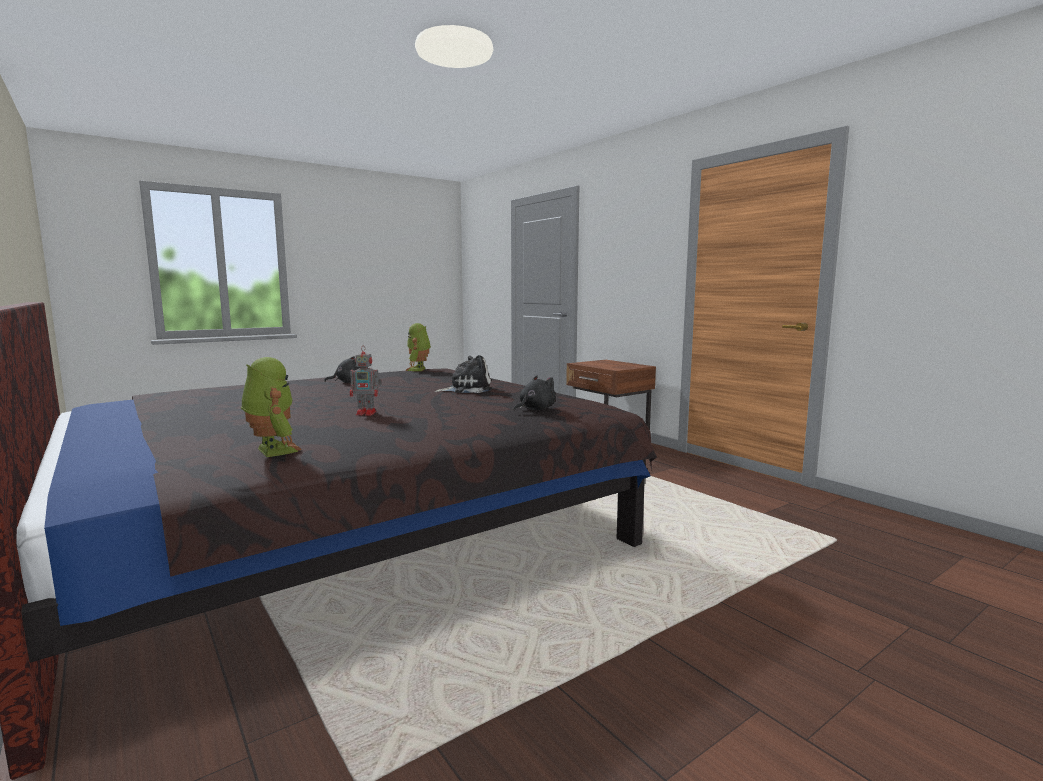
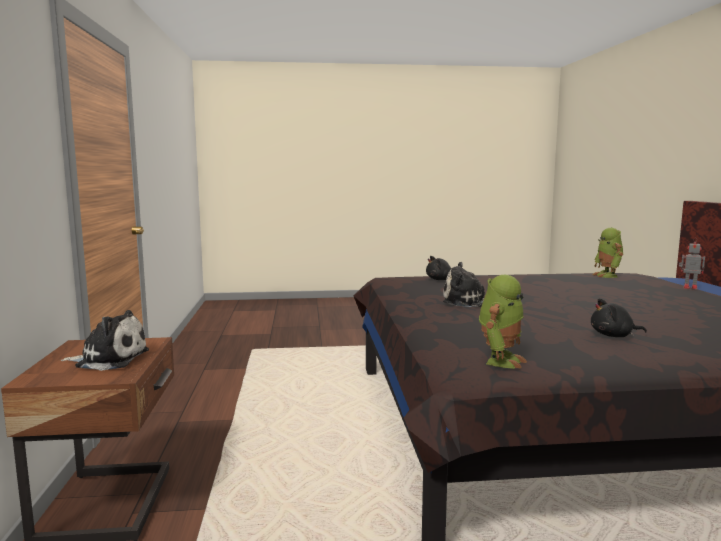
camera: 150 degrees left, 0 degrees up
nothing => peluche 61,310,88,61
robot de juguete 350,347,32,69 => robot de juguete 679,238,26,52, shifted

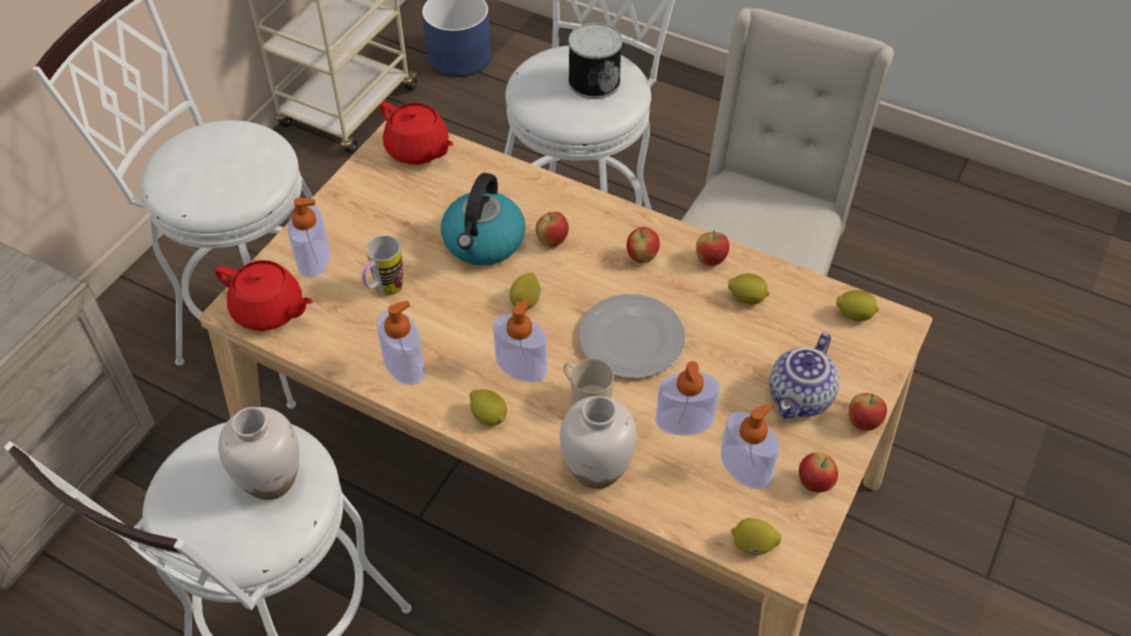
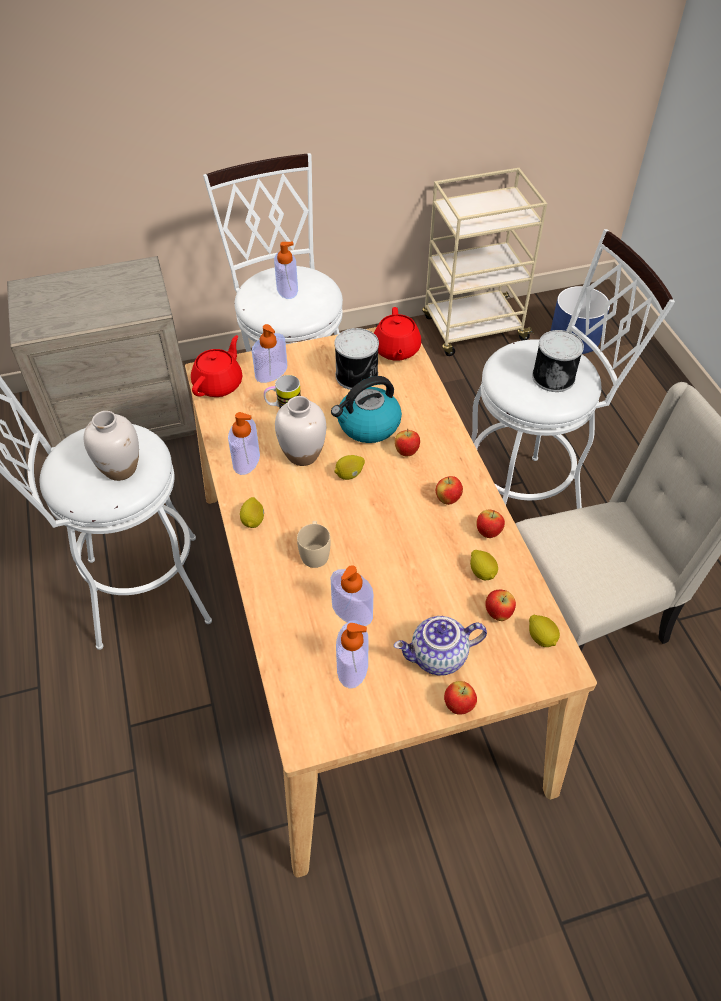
camera: 45 degrees right, 0 degrees up
tetera (rojo) 215,260,98,71 => tetera (rojo) 191,335,51,62, 135 degrees counterclockwise
dispensador de jabón 493,299,54,84 => dispensador de jabón 274,242,24,57, shifted
florero (blanco) 560,396,77,93 => florero (blanco) 275,396,51,70, shifted
nothing => lata 335,328,44,62
manzana 799,452,39,40 => manzana 485,590,31,31, shifted
plato 578,294,107,84 => nothing
limón 731,518,50,37 => nothing

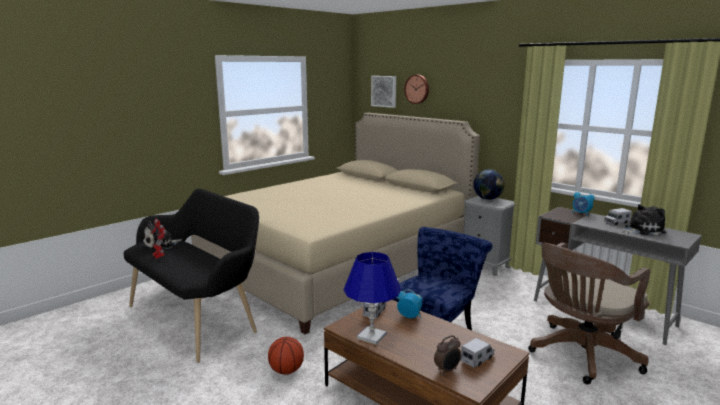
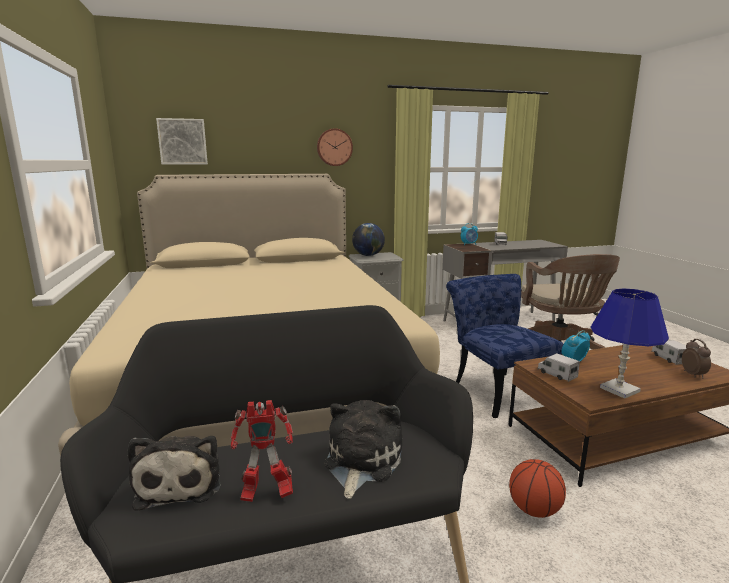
camera: 60 degrees left, 0 degrees up
reloj de pared 404,75,25,29 => reloj de pared 317,128,36,38, shifted
peluche 623,204,43,32 => peluche 324,400,78,99, shifted

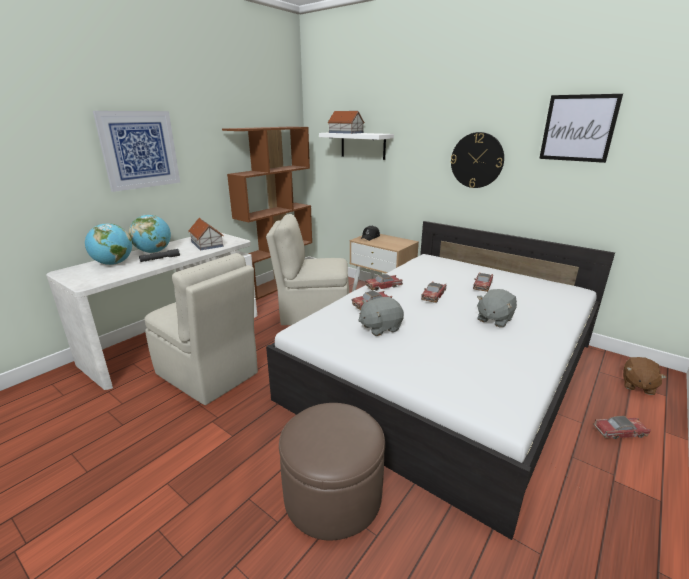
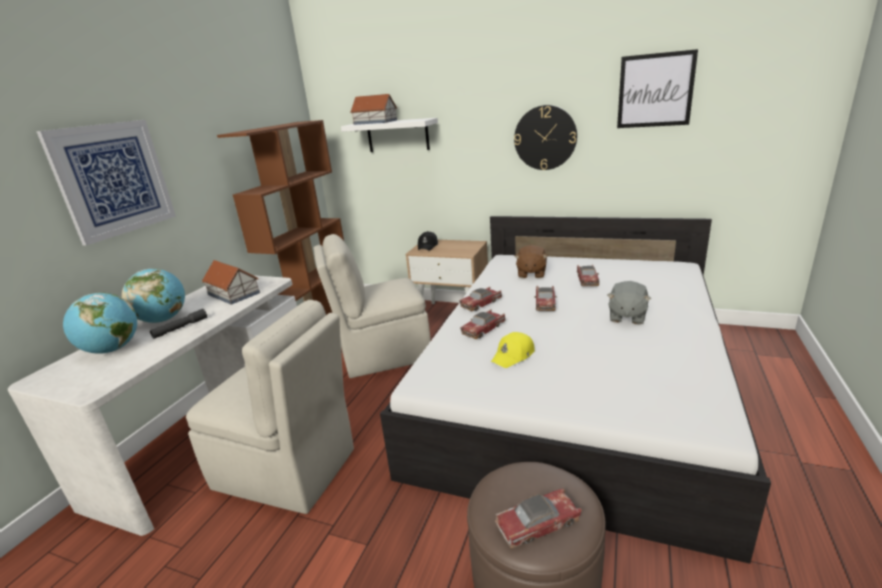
camera: 15 degrees left, 0 degrees up
peluche (gris) 358,297,46,39 => gorra (amarillo) 491,332,44,36
coche de juguete 593,416,58,23 => coche de juguete 495,489,87,59, shifted
peluche (marrón) 623,357,44,38 => peluche (marrón) 514,245,34,33, shifted

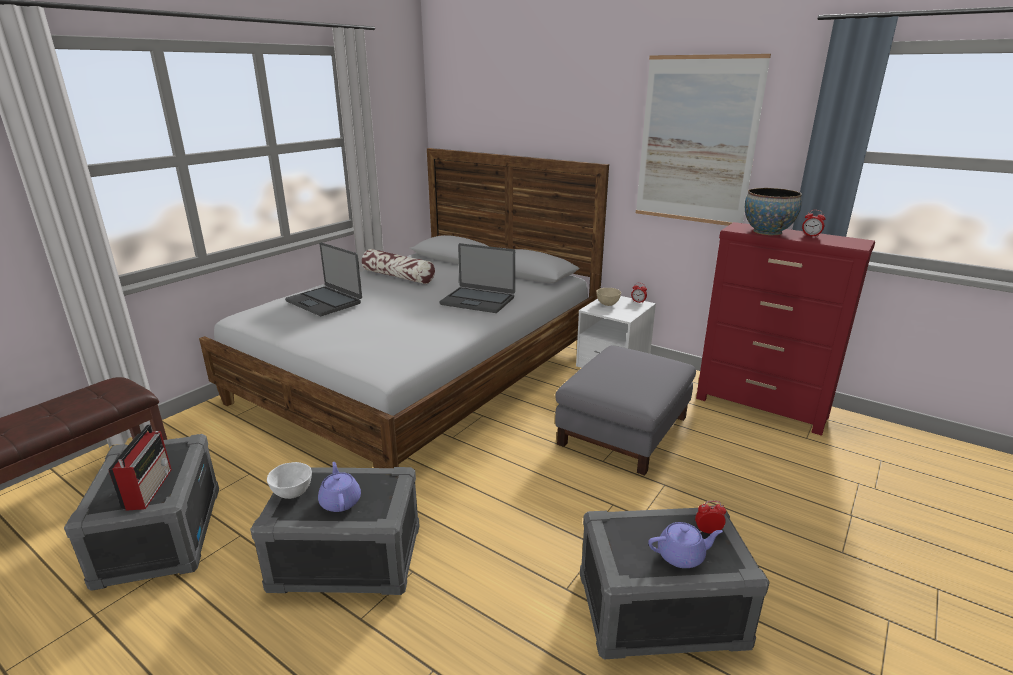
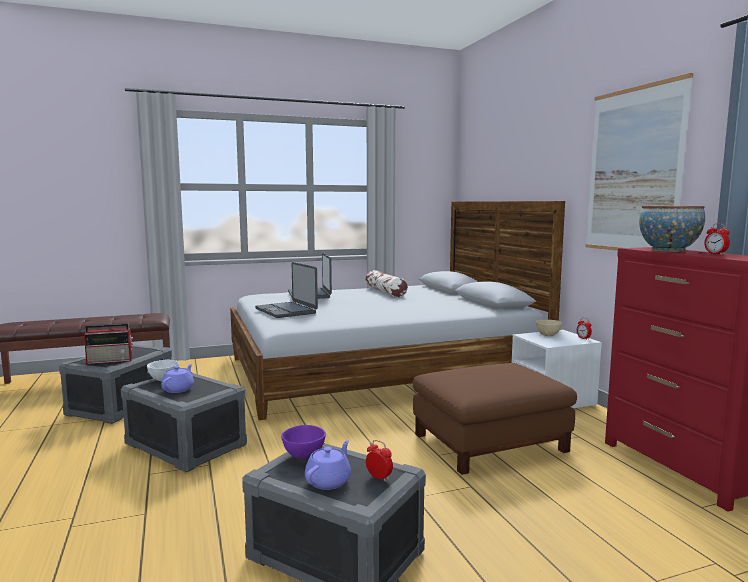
camera: 35 degrees right, 15 degrees down
radio 108,424,64,87 => radio 84,323,49,42, 45 degrees clockwise
portátil 439,243,76,70 => portátil 255,262,63,56, shifted
nothing => cuenco (morado) 281,425,45,34
tetera (morado) 648,522,75,46 => tetera (morado) 305,440,46,50, 90 degrees counterclockwise
puf (gris) 555,345,141,131 => puf (marrón) 413,363,164,112

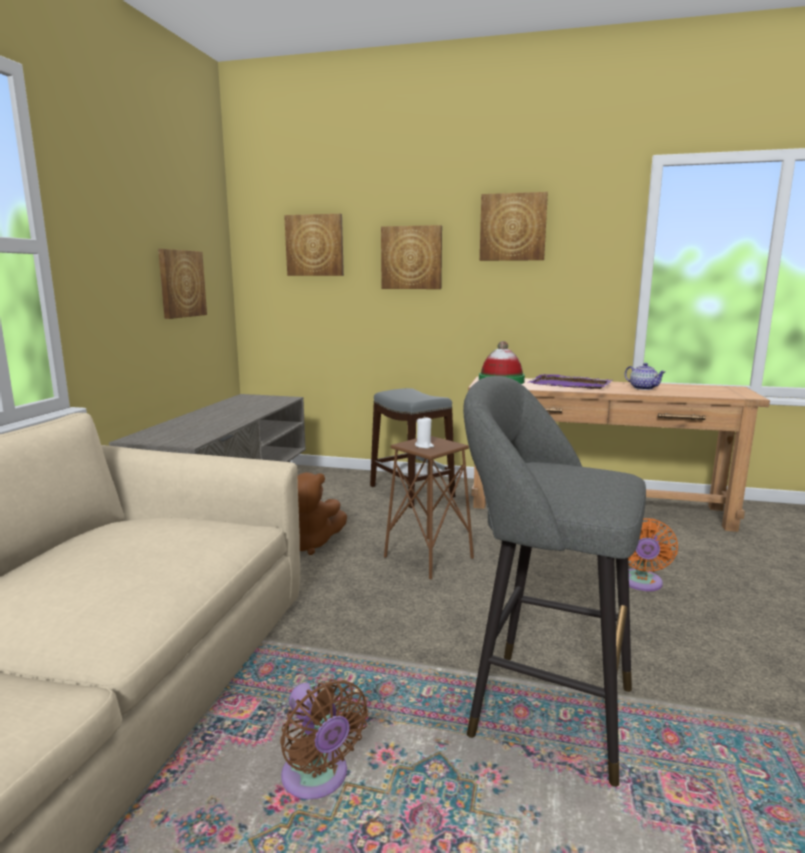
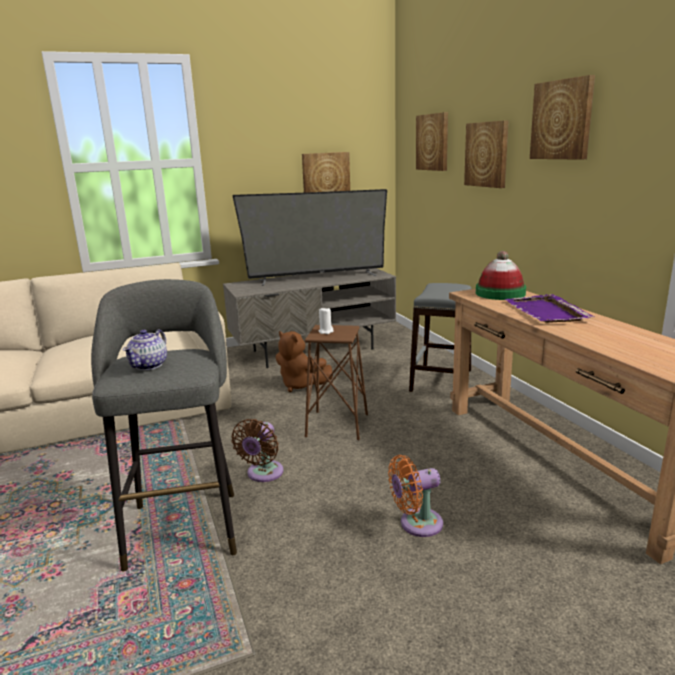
camera: 55 degrees right, 5 degrees up
tetera 624,363,42,27 => tetera 123,329,44,41, shifted
ventilador (marrón) 280,679,88,120 => ventilador (marrón) 231,419,52,63, shifted
nothing => televisor 233,189,154,97

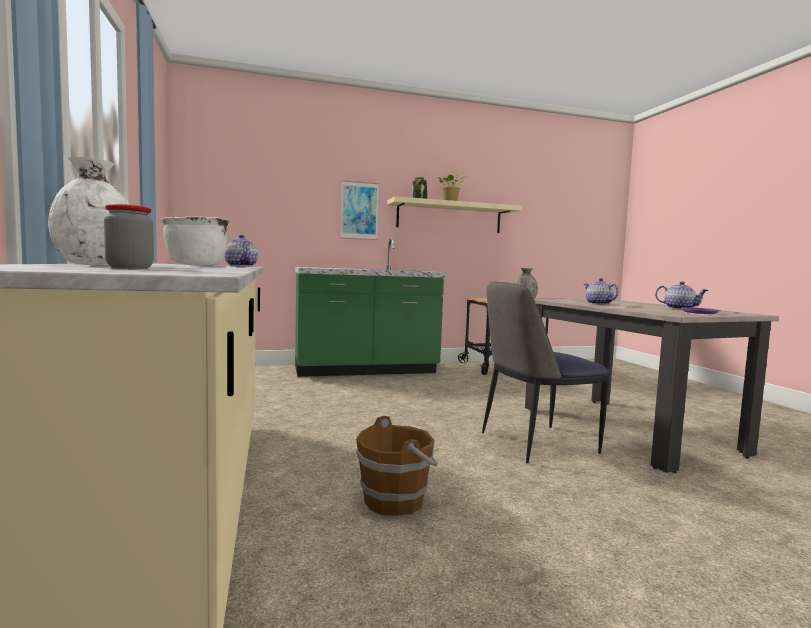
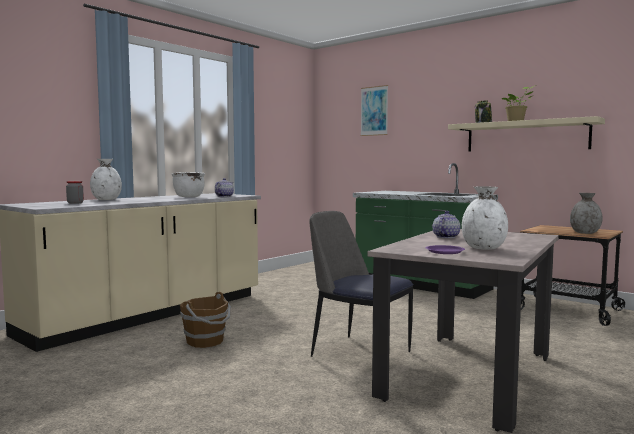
camera: 55 degrees right, 0 degrees up
cuadro 340,180,39,60 => cuadro 360,85,28,51, shifted
tetera 655,281,54,29 => florero (blanco) 462,187,46,63

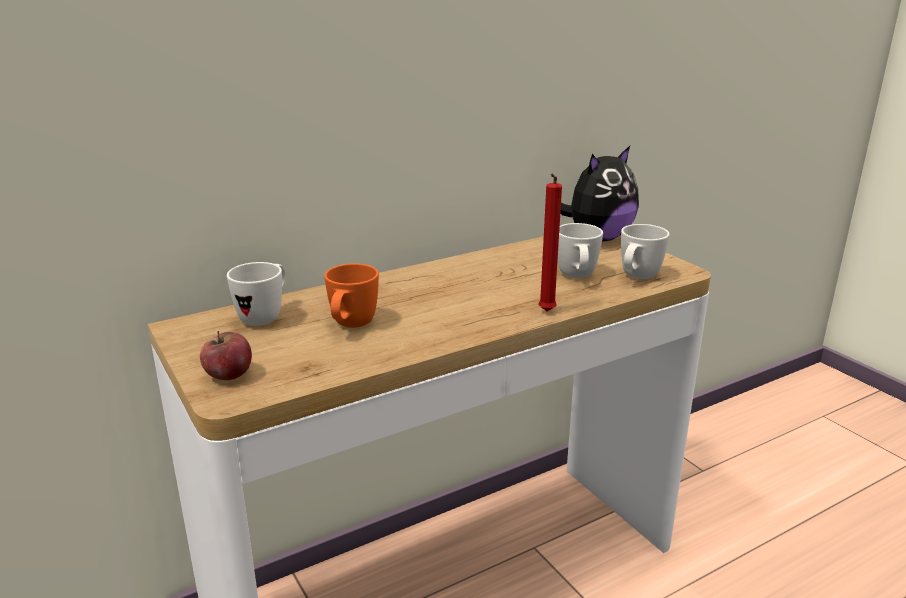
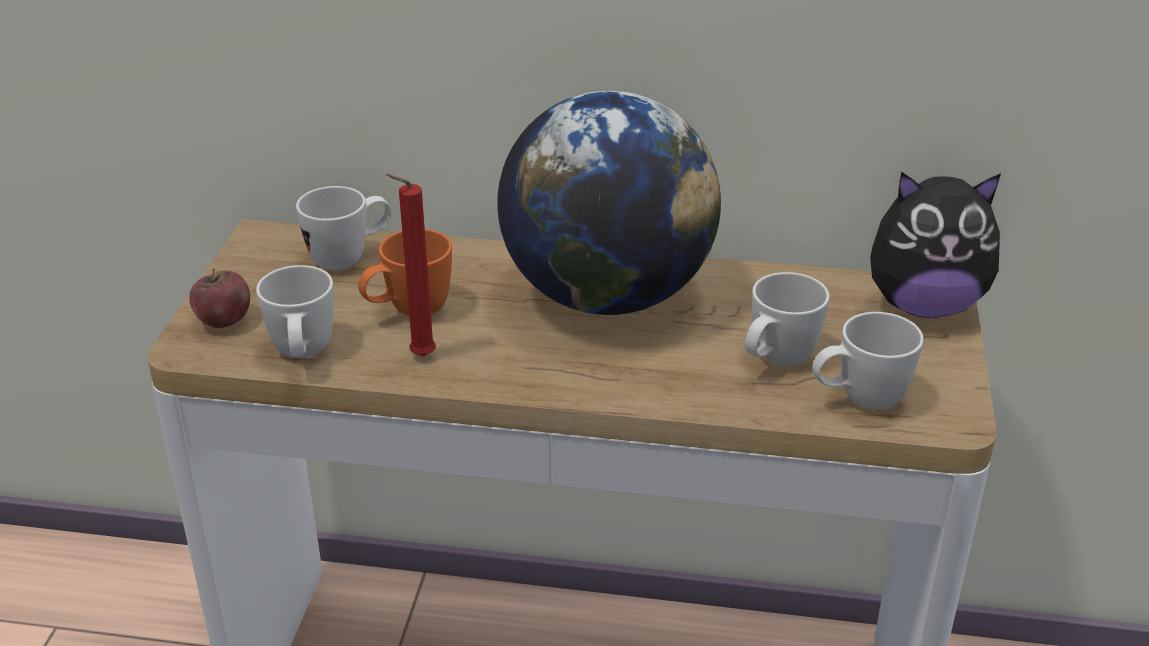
camera: 40 degrees right, 10 degrees up
nothing => taza grande (blanco) 256,265,78,93
vela (rojo) 538,173,24,138 => vela (rojo) 386,174,50,182, shifted
nothing => globo terráqueo 497,91,224,224

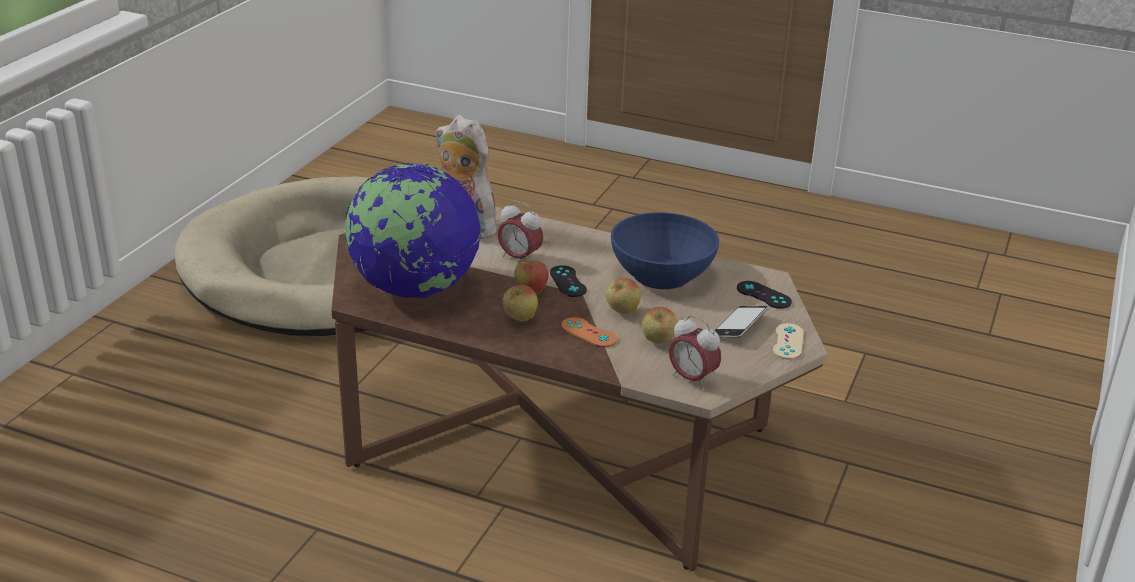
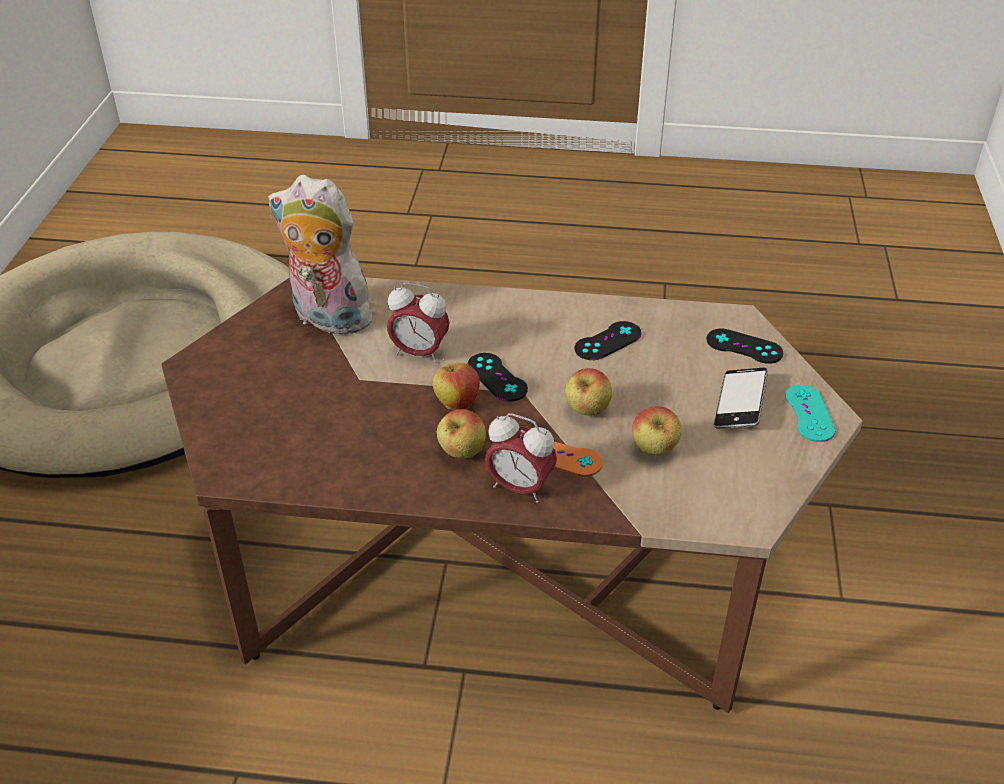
camera: 15 degrees left, 10 degrees up
despertador 669,315,52,75 => despertador 485,413,72,90, shifted
cuenco (azul) 611,212,108,78 => mando de consola (negro) 575,321,67,39
mando de consola (beis) 773,323,31,37 => mando de consola (turquesa) 785,385,50,57
globo terráqueo 344,163,137,135 => nothing

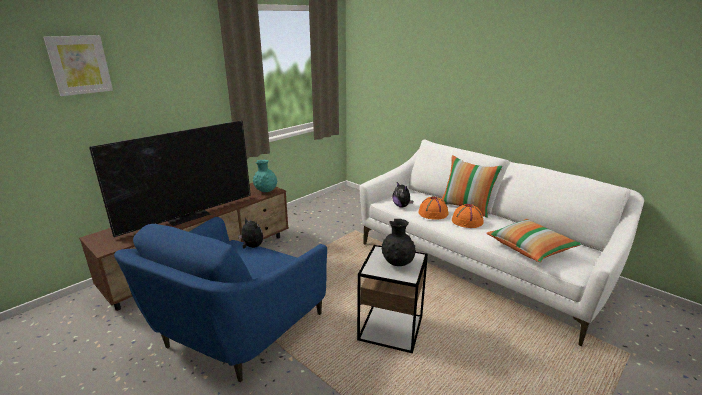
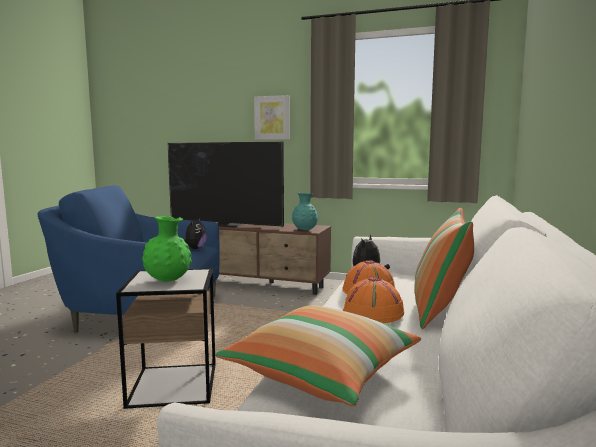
camera: 65 degrees right, 15 degrees down
florero (negro) 382,219,34,47 => florero (verde) 142,216,50,66
cuadro 43,35,70,61 => cuadro 254,95,36,45, shifted

